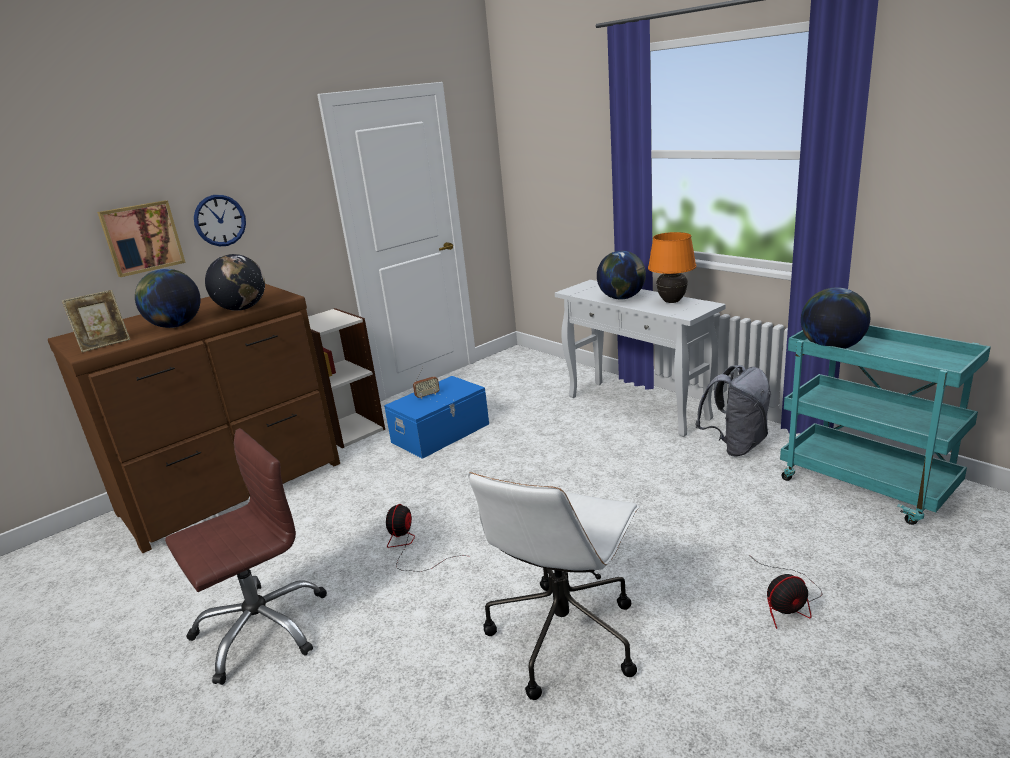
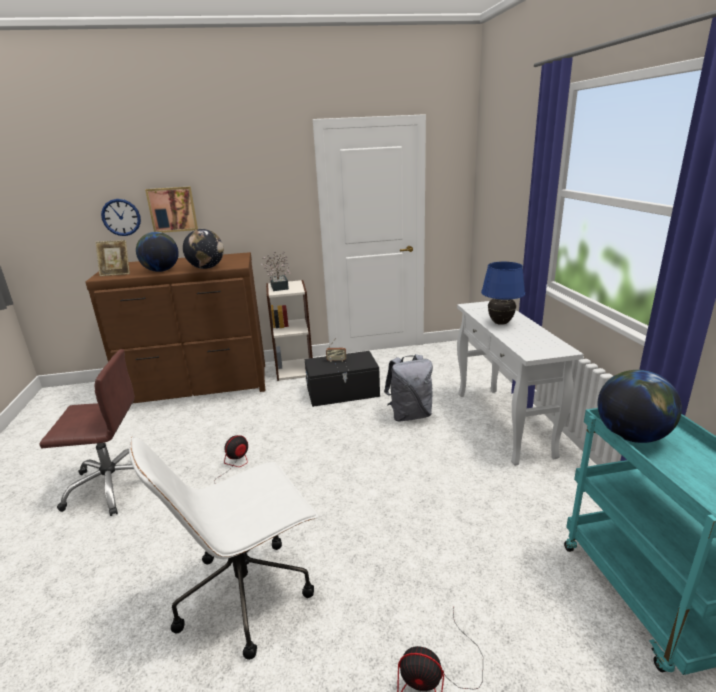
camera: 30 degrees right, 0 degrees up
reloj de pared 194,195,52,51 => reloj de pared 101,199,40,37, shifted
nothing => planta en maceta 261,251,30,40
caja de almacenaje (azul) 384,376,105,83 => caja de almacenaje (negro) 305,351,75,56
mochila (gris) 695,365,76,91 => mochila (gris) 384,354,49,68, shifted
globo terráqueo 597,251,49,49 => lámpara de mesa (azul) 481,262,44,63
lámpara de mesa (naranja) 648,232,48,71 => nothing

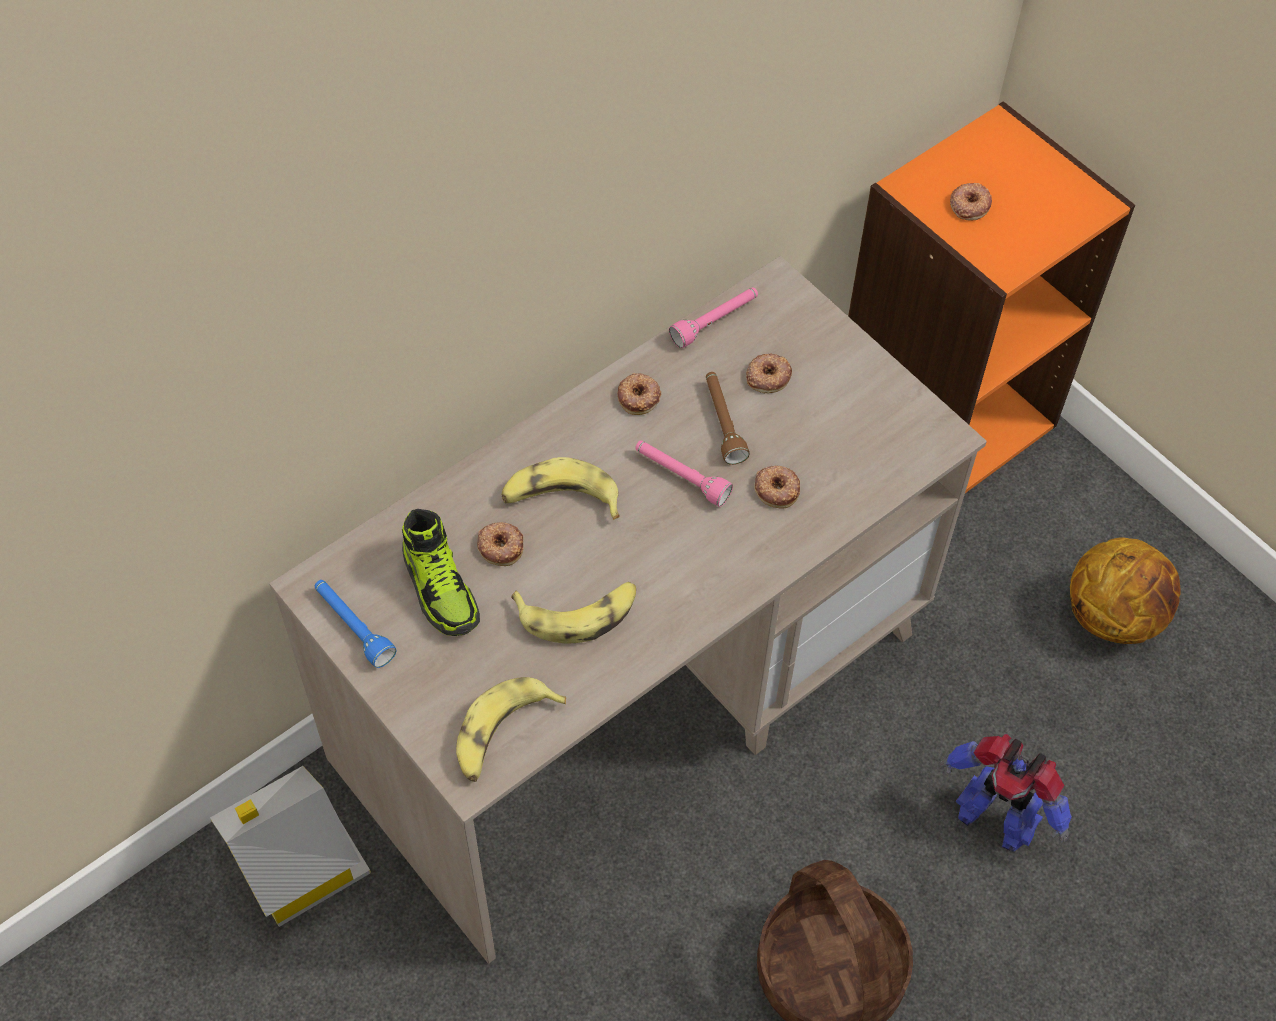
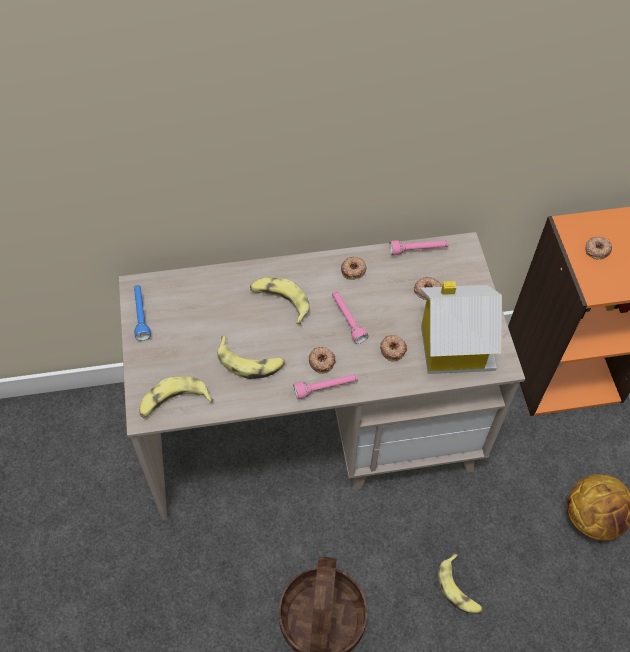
camera: 30 degrees right, 0 degrees up
nothing => linterna (rosa) 293,374,65,25
rosquilla 477,522,47,44 => rosquilla 309,347,27,27, shifted
casita 210,766,161,161 => casita 420,281,82,93, shifted
robot de juguete 938,734,134,118 => plátano 438,554,45,59
zapato 402,509,78,127 => nothing
linterna (marrón) 706,372,43,93 => nothing

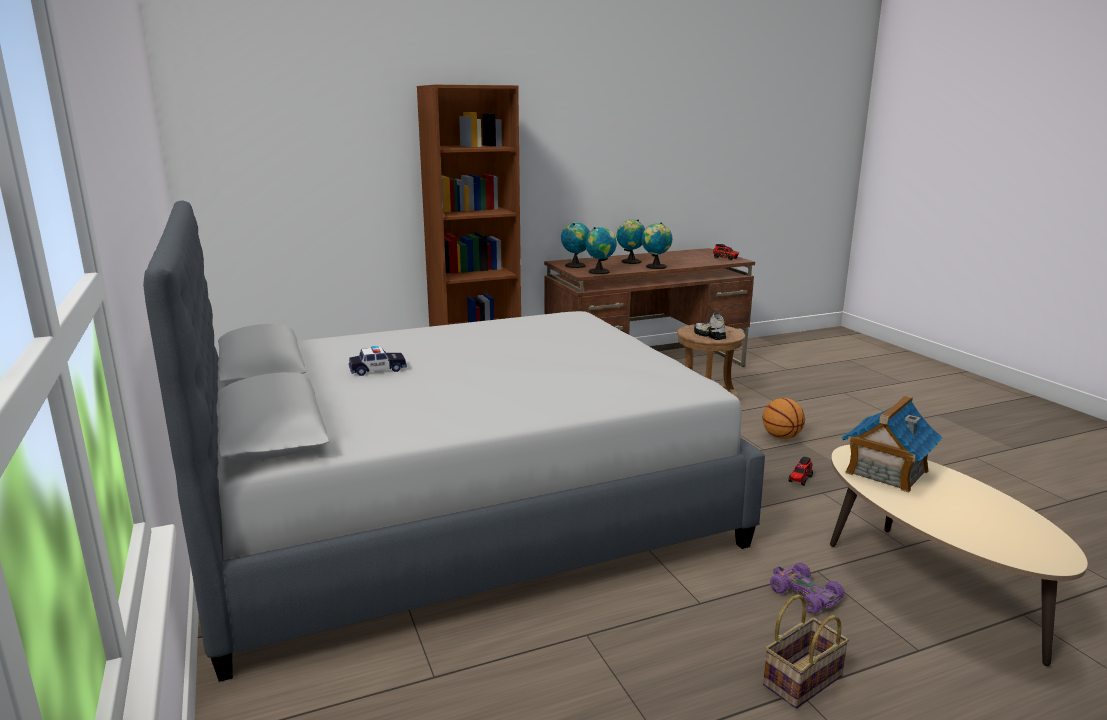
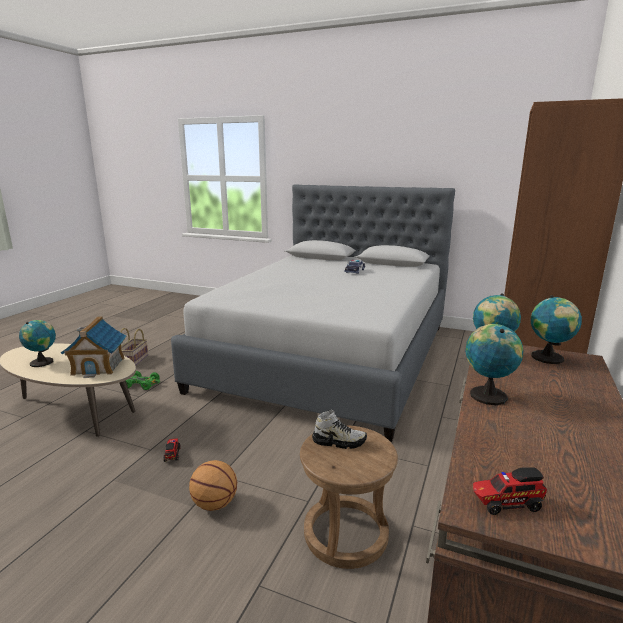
camera: 135 degrees right, 0 degrees up
globo terráqueo 616,219,29,45 => globo terráqueo 19,320,37,47, shifted
coche de juguete (morado) 770,563,74,51 => coche de juguete (verde) 126,371,34,19

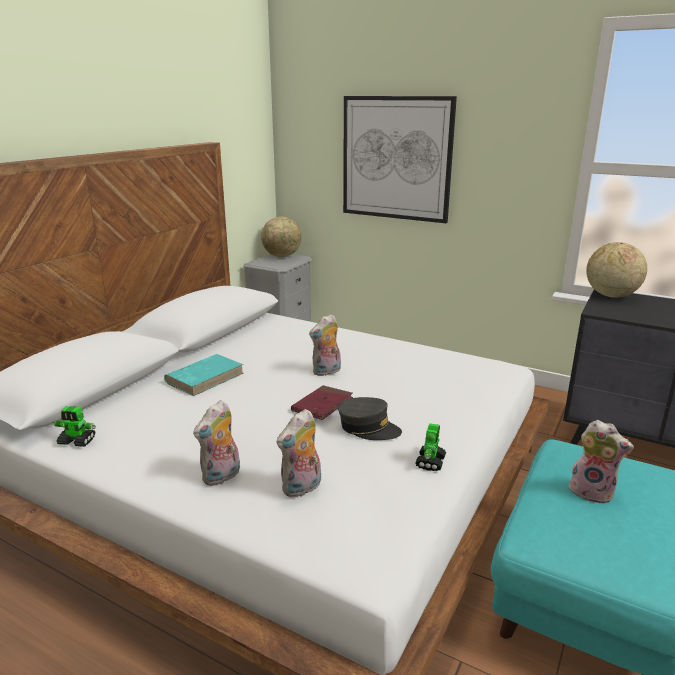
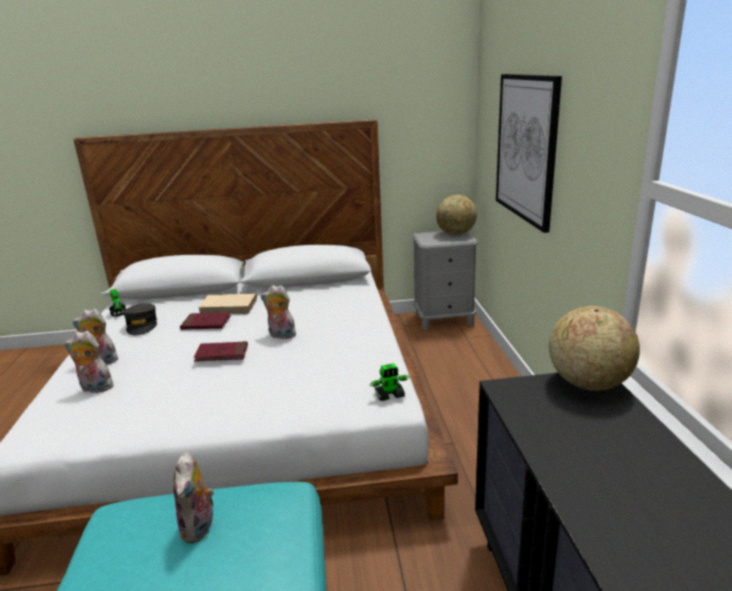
camera: 55 degrees right, 0 degrees up
gorra (gris) 338,397,64,43 => gorra (gris) 123,303,34,32, shifted
nothing => libro (rojo) 180,312,51,18
libro (turquesa) 164,354,79,42 => libro (beis) 198,294,59,20
robot de juguete 415,423,31,48 => robot de juguete 370,363,40,38, shifted

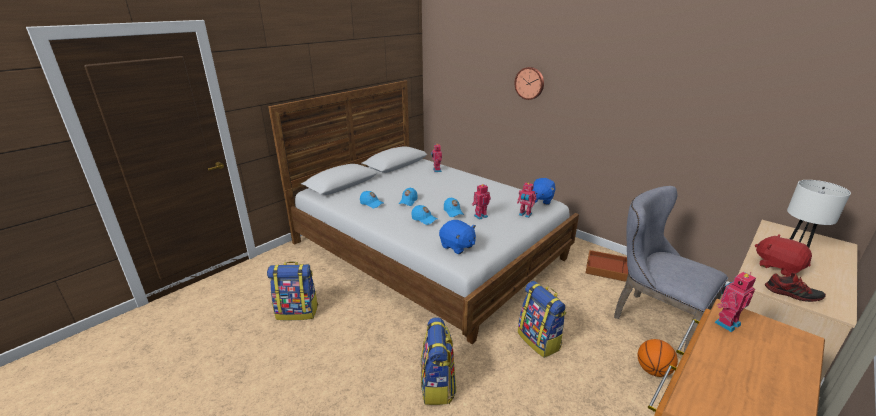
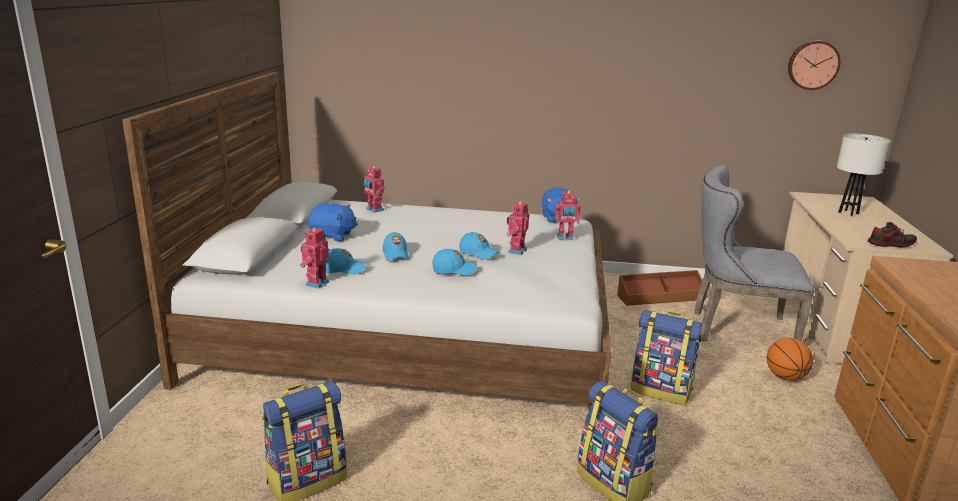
camera: 35 degrees left, 5 degrees down
robot de juguete 714,272,42,60 => robot de juguete 300,226,29,63, shifted
peluche (azul) 439,220,37,34 => peluche (azul) 308,203,50,38, shifted
reloj de pared 514,67,30,33 => reloj de pared 788,40,53,50, shifted
peluche (rojo) 755,234,57,42 => nothing

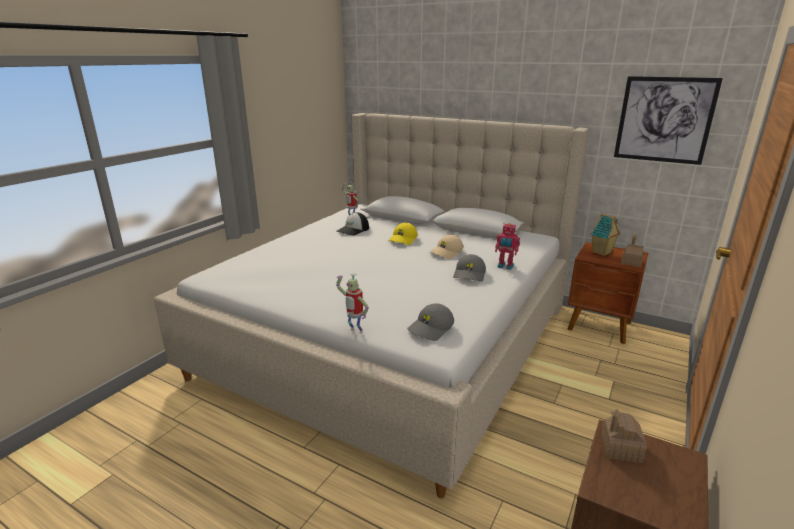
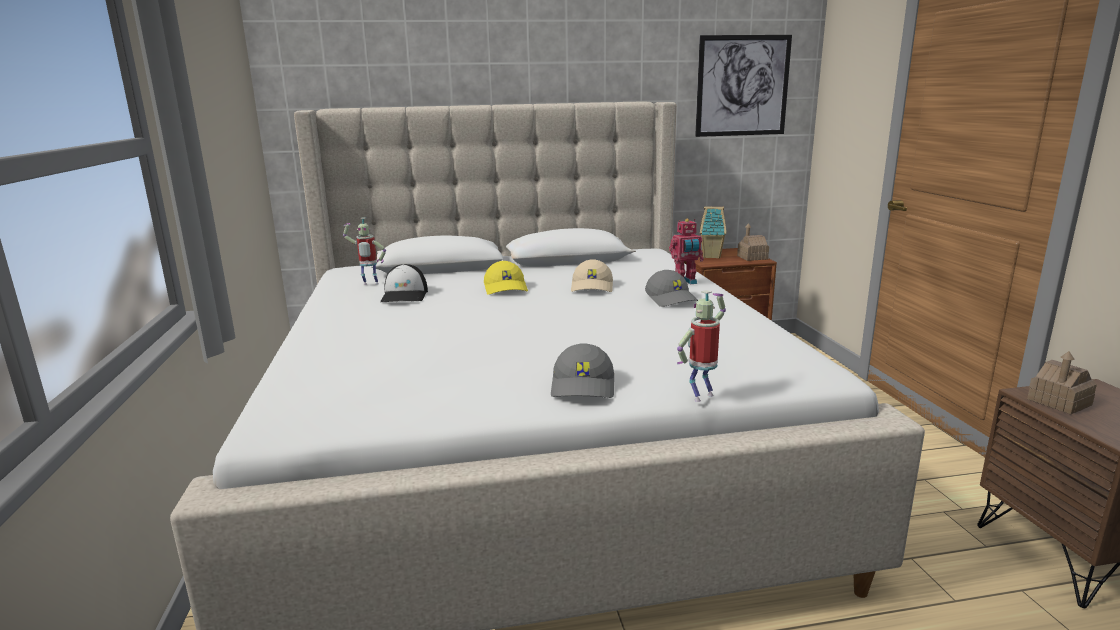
camera: 40 degrees left, 5 degrees down
gorra (gris) 407,303,47,38 => gorra (gris) 551,343,63,55, shifted
robot de juguete 336,273,33,61 => robot de juguete 677,290,49,112, 150 degrees clockwise

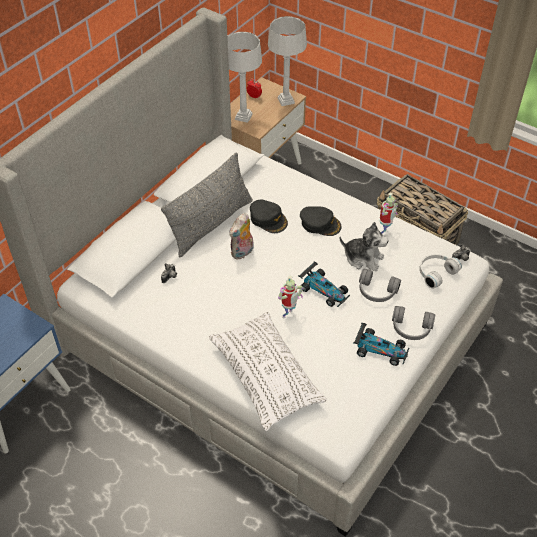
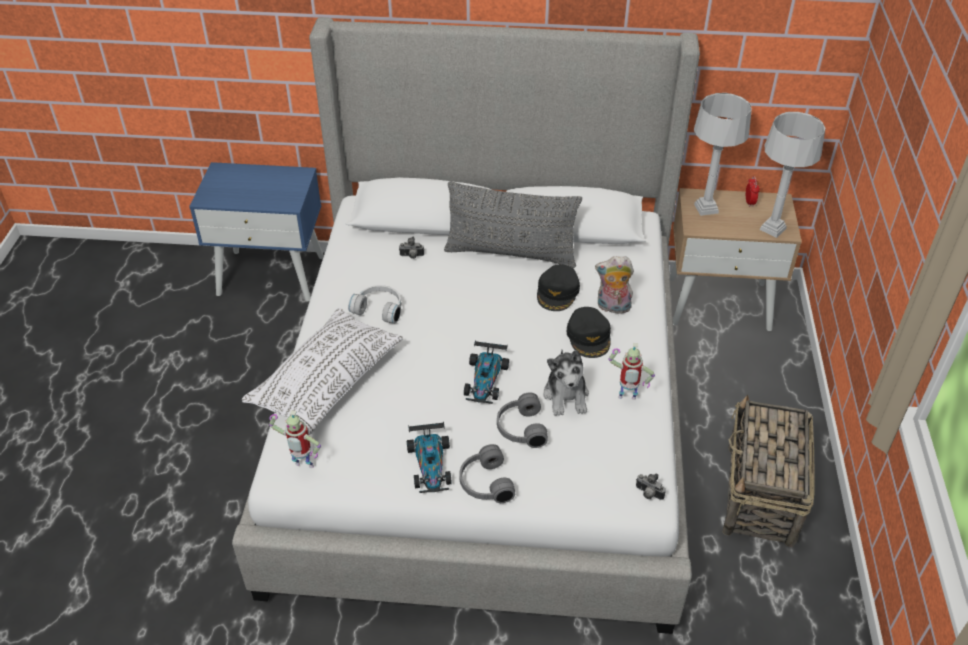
camera: 60 degrees right, 5 degrees down
robot de juguete 278,275,25,43 => robot de juguete 269,410,52,58, shifted
auriculares (blanco) 420,254,42,35 => auriculares (blanco) 348,285,53,38, shifted
peluche 229,213,25,47 => peluche 595,256,39,58, shifted

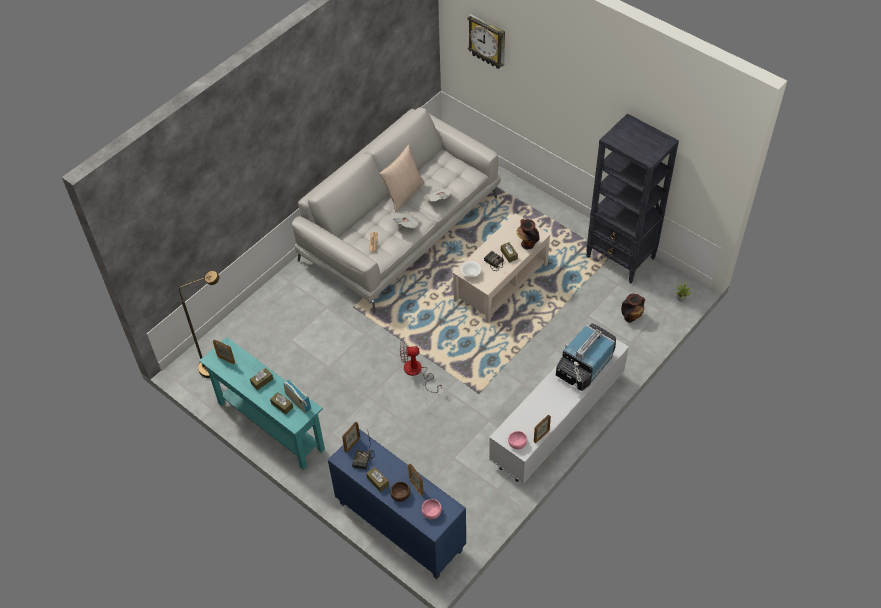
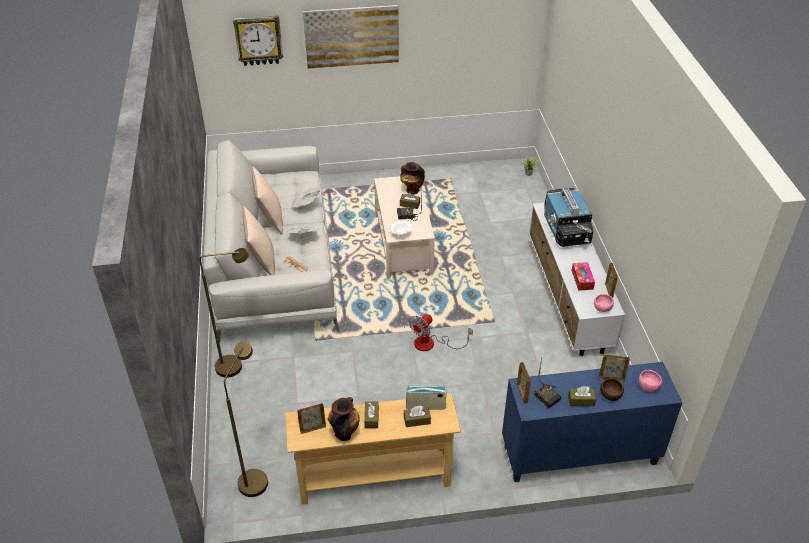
camera: 50 degrees left, 10 degrees down
nothing => lámpara de pie (marrón) 199,248,50,130
nothing => cojín (beis) 243,206,32,69
mesa consola (turquesa) 199,337,126,133 => mesa consola (beis) 285,394,176,111
nothing => cuadro 303,5,96,63
florero 621,294,24,29 => florero 328,397,32,44, shifted
nothing => caja de pañuelos 572,262,23,29
estantería (negro) 587,113,92,170 => nothing

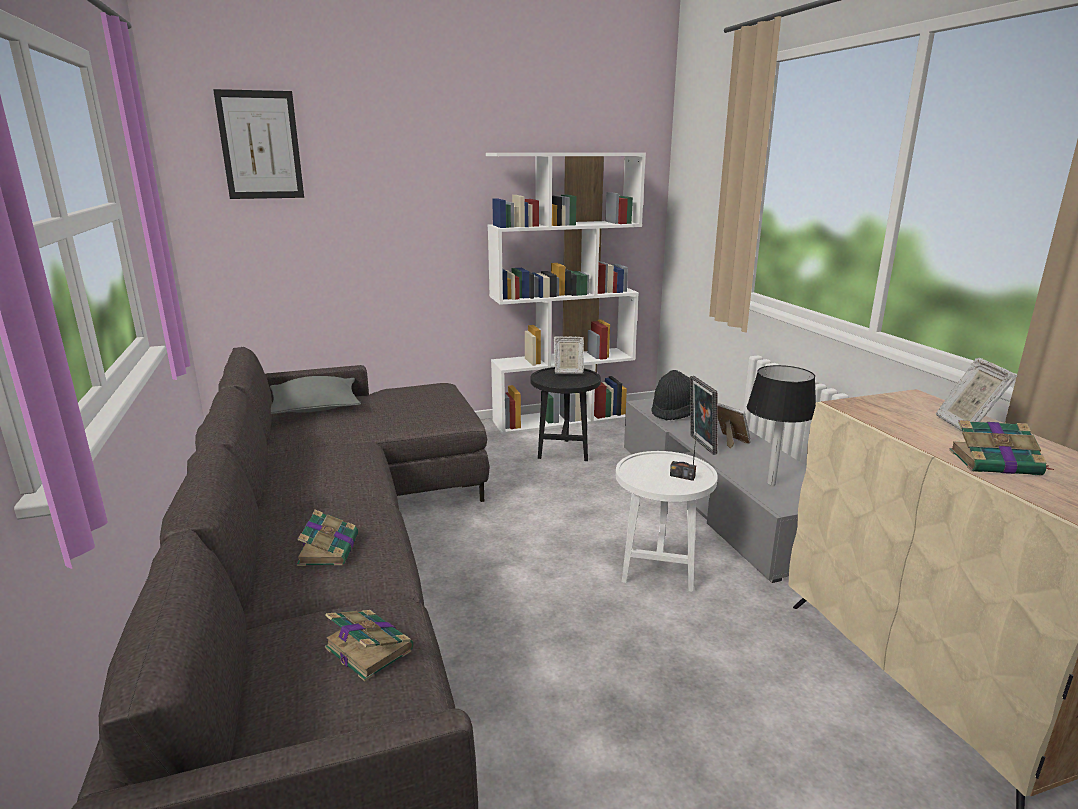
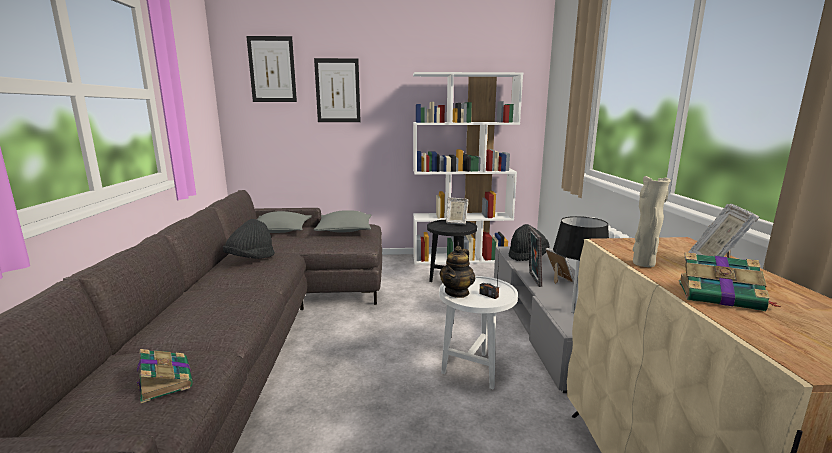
camera: 15 degrees right, 5 degrees down
nothing => sombrero (negro) 223,219,52,40
nothing => cuadro 314,58,47,64
nothing => cojín (gris) 314,210,58,22
nothing => tetera 440,246,36,52
nothing => florero (beis) 632,176,39,91
libro 297,510,61,56 => nothing

